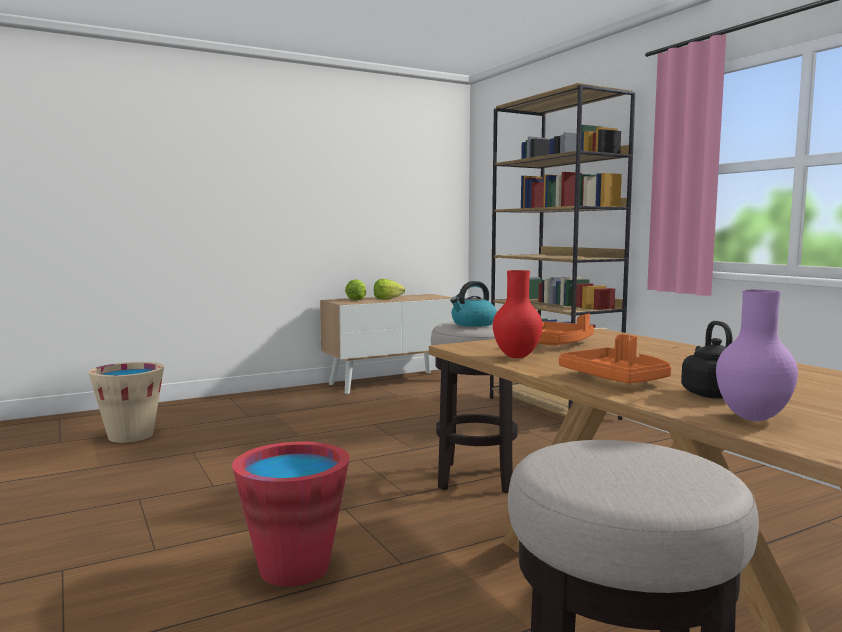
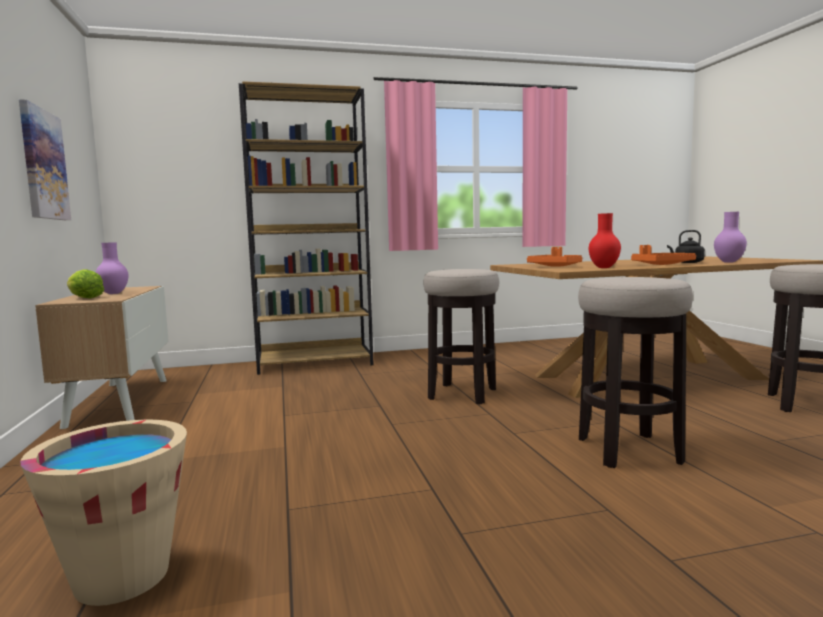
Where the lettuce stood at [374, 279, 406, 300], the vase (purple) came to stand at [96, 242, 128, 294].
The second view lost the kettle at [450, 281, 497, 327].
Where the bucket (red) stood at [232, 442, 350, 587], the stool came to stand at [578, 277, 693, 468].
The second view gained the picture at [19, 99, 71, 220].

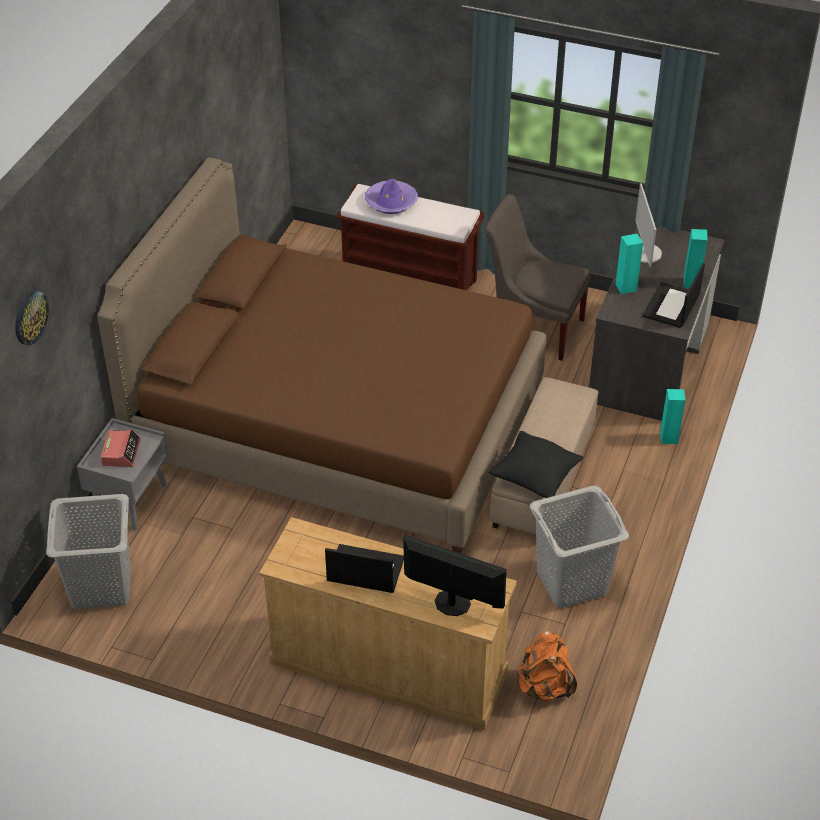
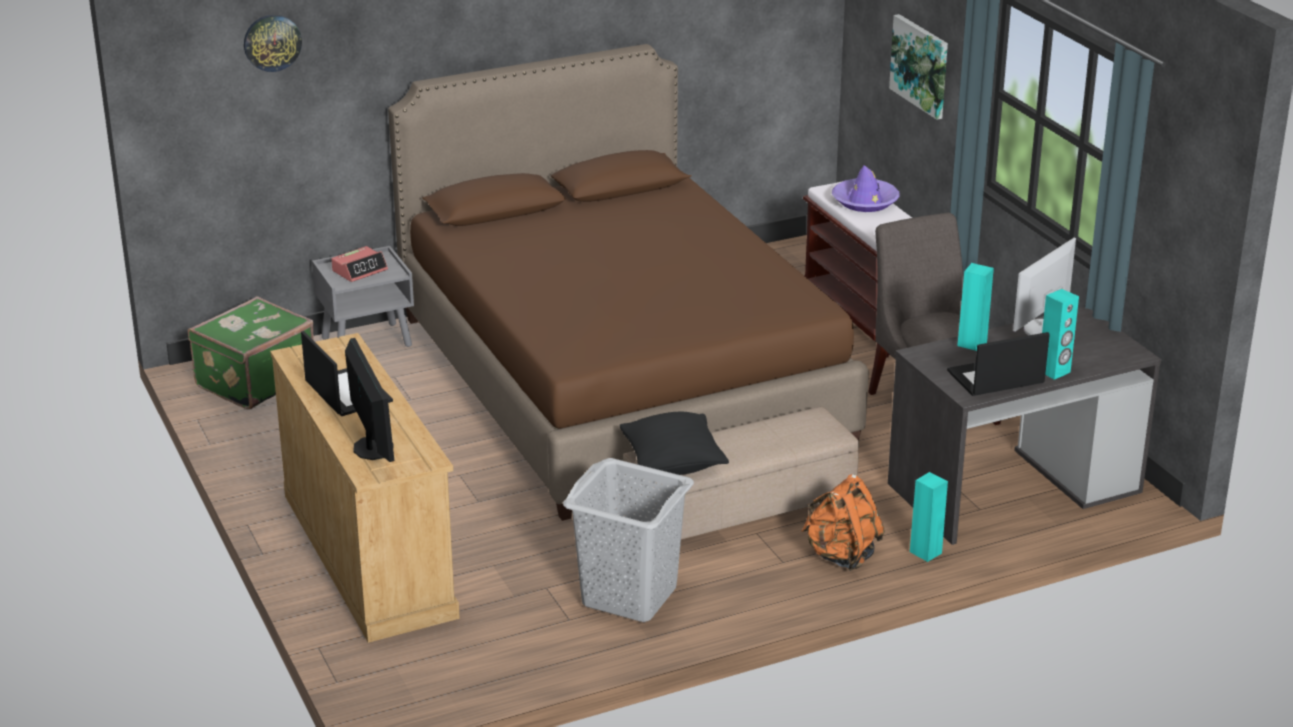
Where the laundry basket (grey) stood at [46, 494, 131, 609], the suitcase (green) came to stand at [188, 296, 314, 410].
The backpack (orange) ended up elsewhere, having gone from [516, 630, 577, 702] to [801, 474, 885, 571].
The second view gained the picture at [889, 14, 948, 120].

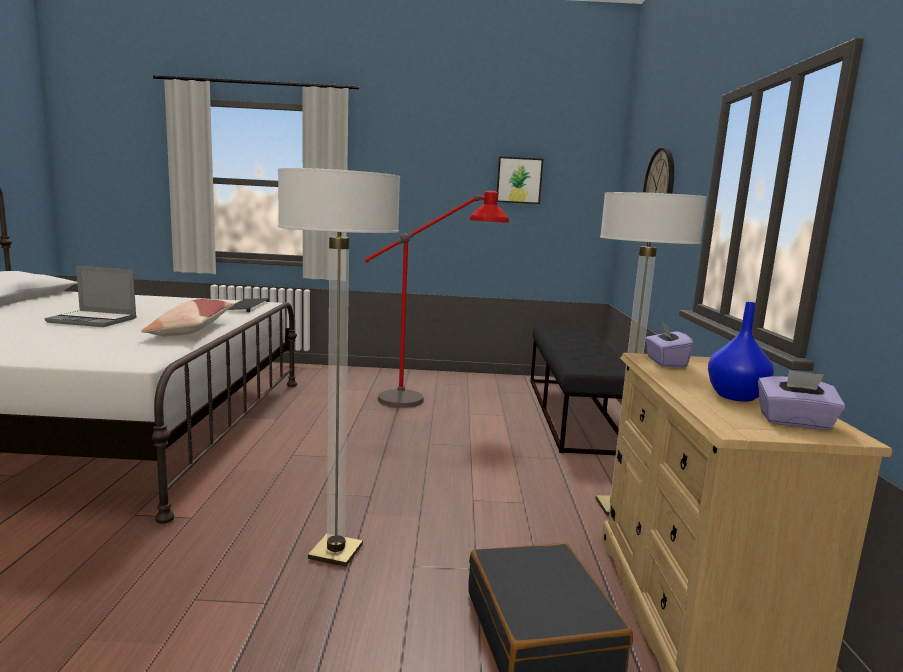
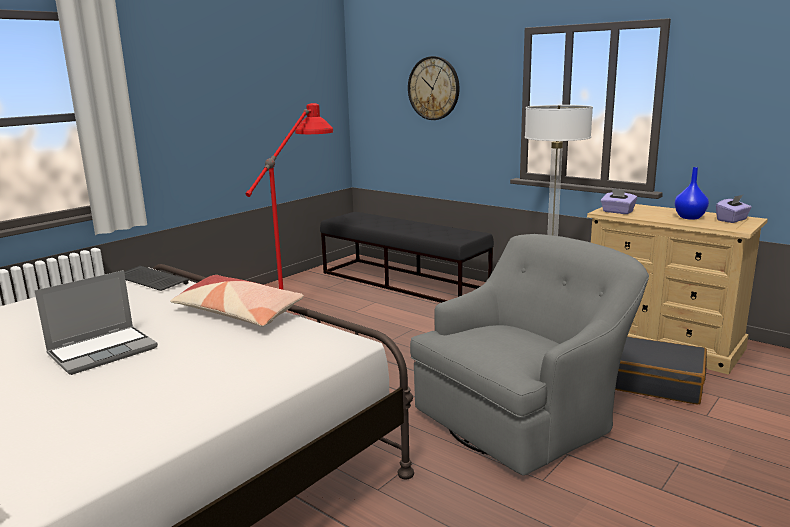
The second view lost the picture at [497, 157, 543, 204].
Where the floor lamp stood at [278, 168, 400, 567], the armchair (grey) came to stand at [410, 234, 649, 476].

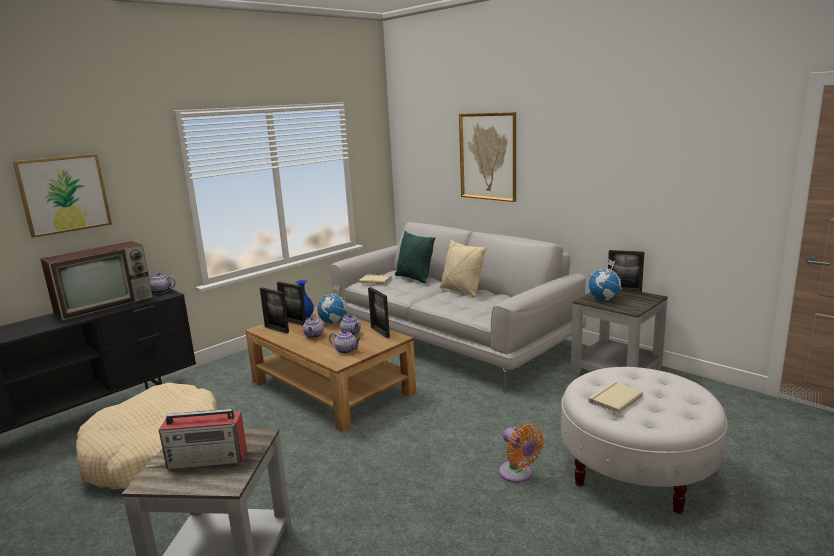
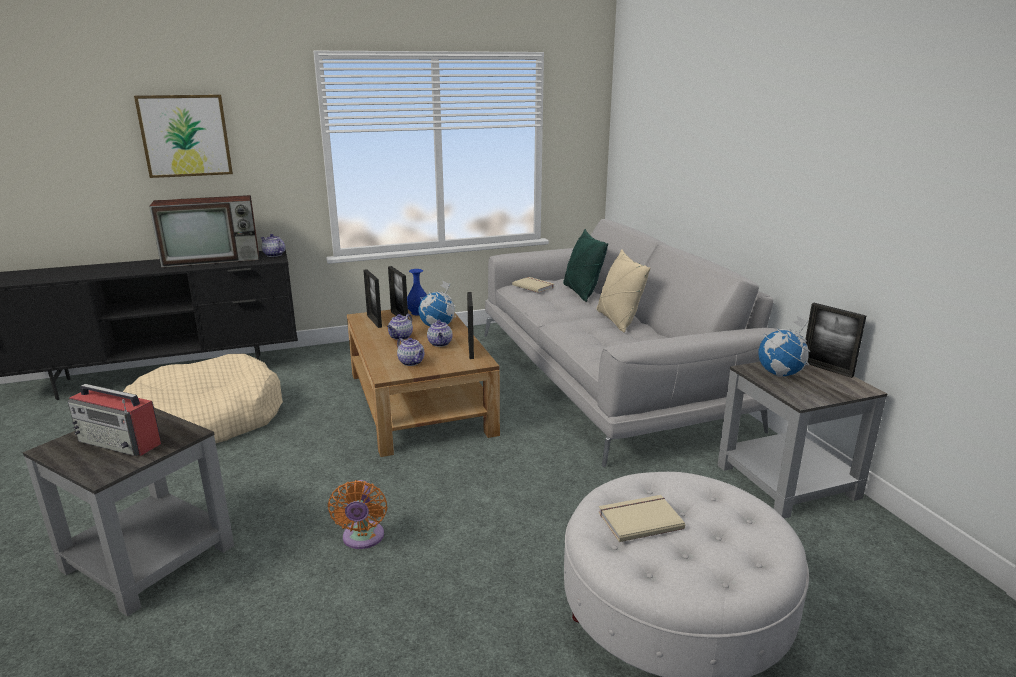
The second view lost the picture at [459, 112, 516, 202].
The fan (orange) ended up elsewhere, having gone from [499, 424, 544, 483] to [328, 480, 387, 549].

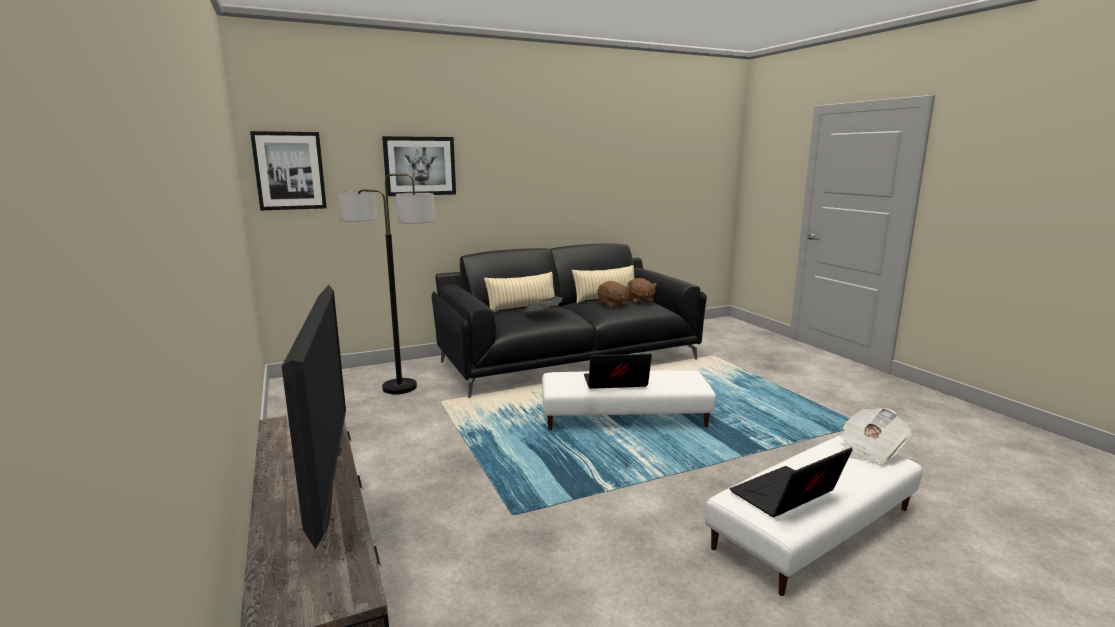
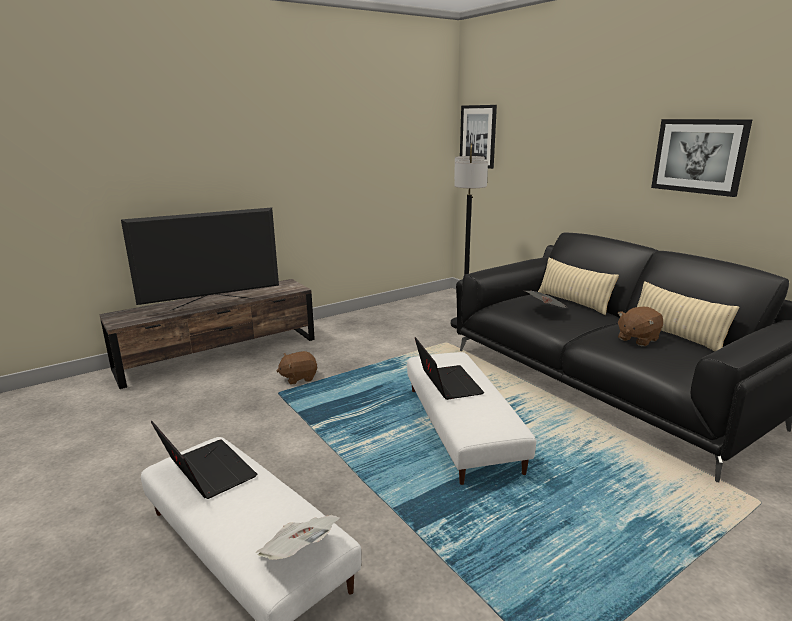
The picture ended up elsewhere, having gone from [382, 136, 456, 196] to [651, 119, 752, 197].
The plush toy (brown) ended up elsewhere, having gone from [628, 278, 657, 304] to [277, 351, 317, 385].

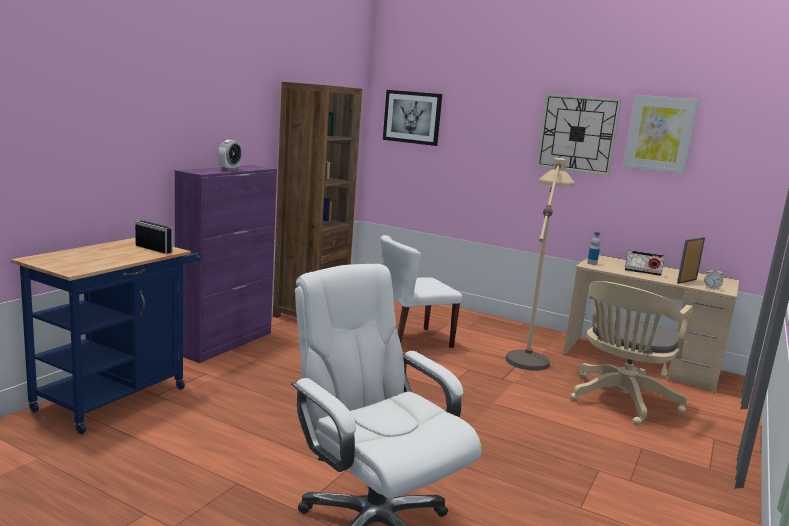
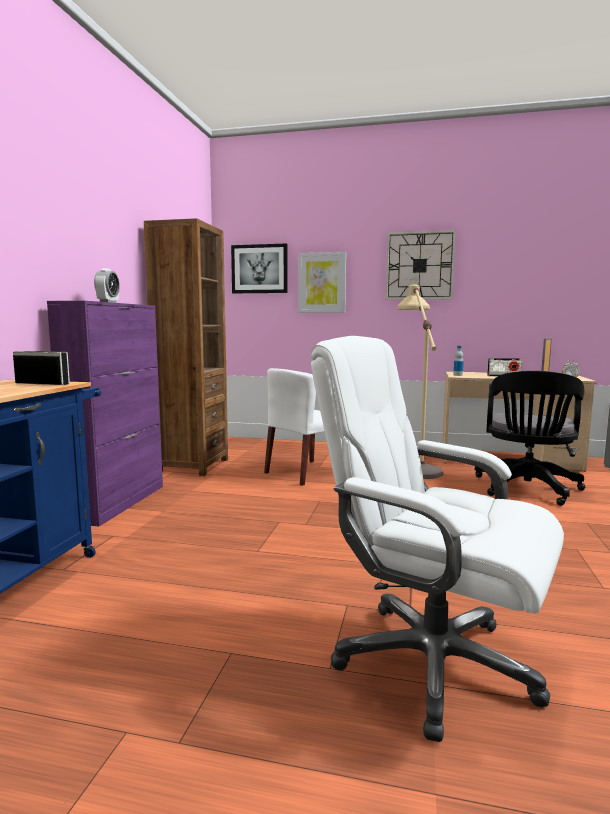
The picture ended up elsewhere, having gone from [623, 95, 699, 174] to [298, 252, 346, 313].
What was the office chair (beige) at [570, 281, 693, 425] turned into the office chair (black) at [475, 371, 585, 506].

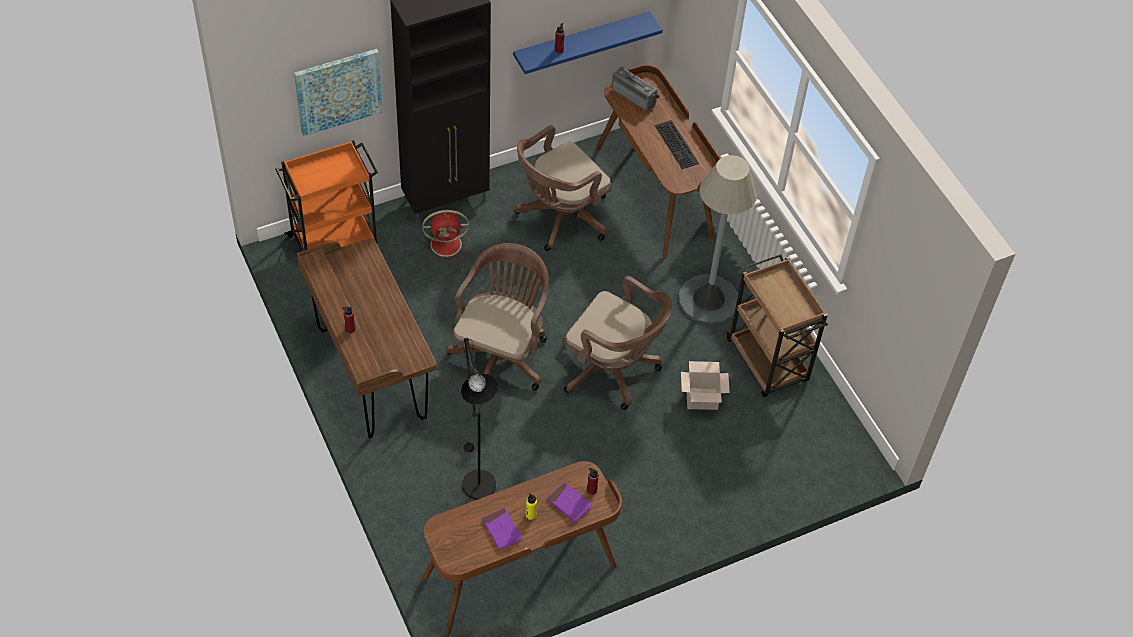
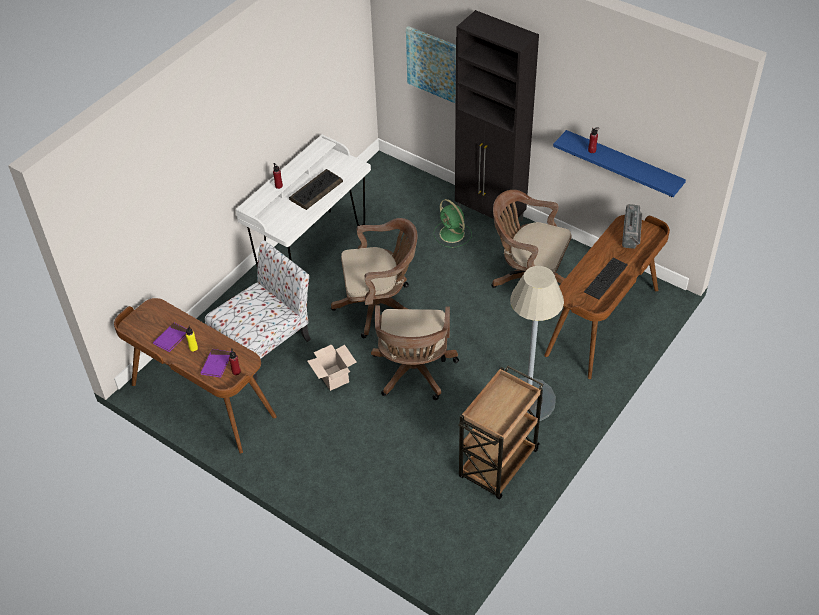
The second view lost the cart (orange) at [275, 140, 378, 252].
What was the fan (red) at [422, 210, 470, 262] turned into the fan (green) at [434, 199, 472, 248].
What was the desk (brown) at [297, 238, 436, 438] turned into the desk (white) at [236, 134, 371, 269].
Where the floor lamp (black) stood at [459, 338, 498, 500], the chair came to stand at [205, 240, 311, 381].
The cardboard box ended up elsewhere, having gone from [681, 361, 730, 410] to [307, 344, 356, 391].
The second view gained the keyboard at [289, 169, 343, 210].

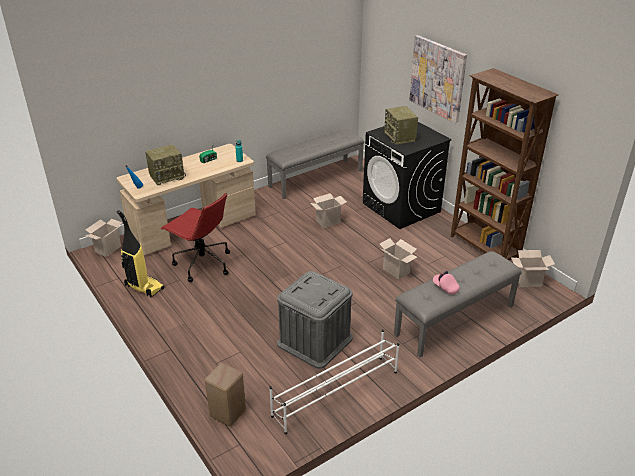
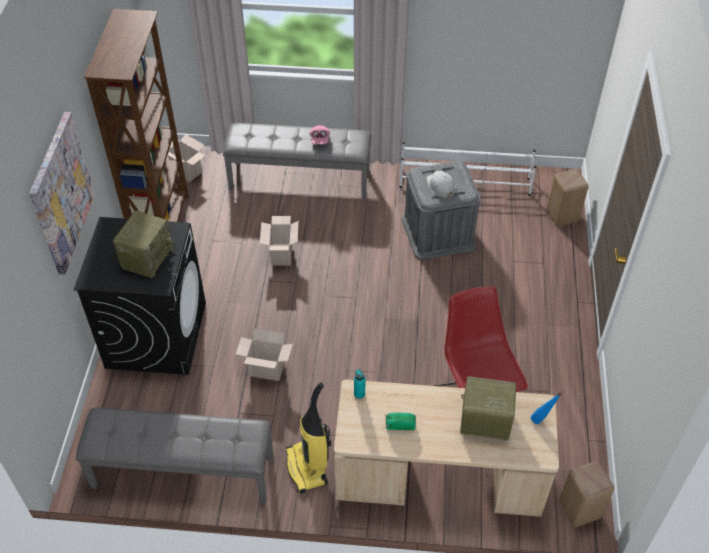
The vacuum cleaner ended up elsewhere, having gone from [117, 210, 164, 298] to [286, 382, 331, 493].
Where the cardboard box stood at [85, 219, 122, 257], the stool (beige) came to stand at [559, 461, 614, 527].
The second view gained the hard hat (white) at [427, 171, 456, 198].

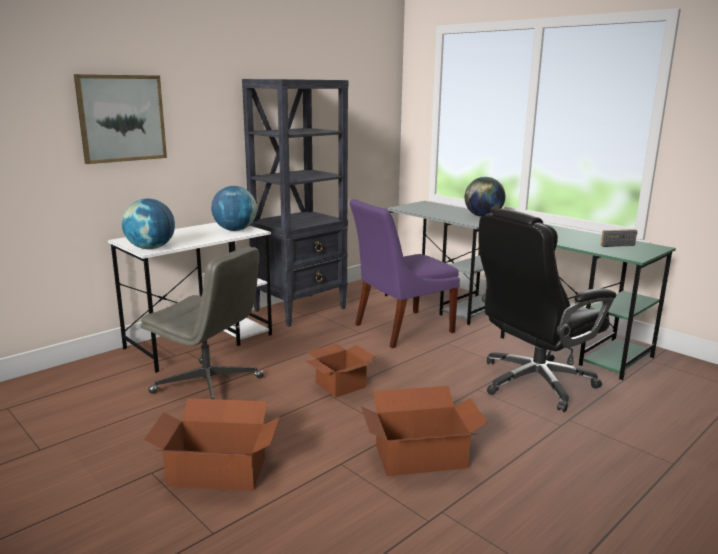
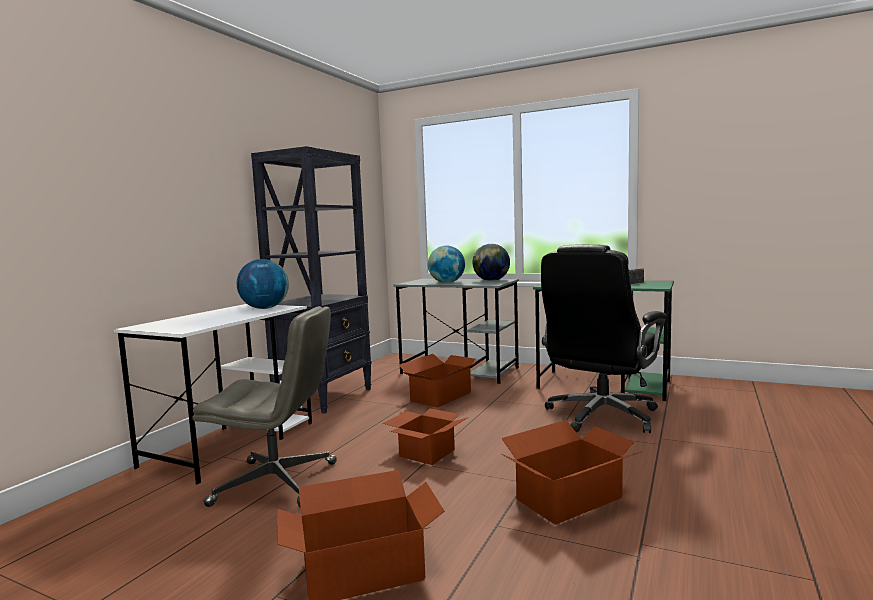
The second view lost the picture at [74, 74, 167, 164].
The globe ended up elsewhere, having gone from [122, 199, 175, 249] to [428, 246, 465, 283].
Where the chair (purple) stood at [350, 199, 460, 348], the cardboard box came to stand at [398, 354, 481, 408].

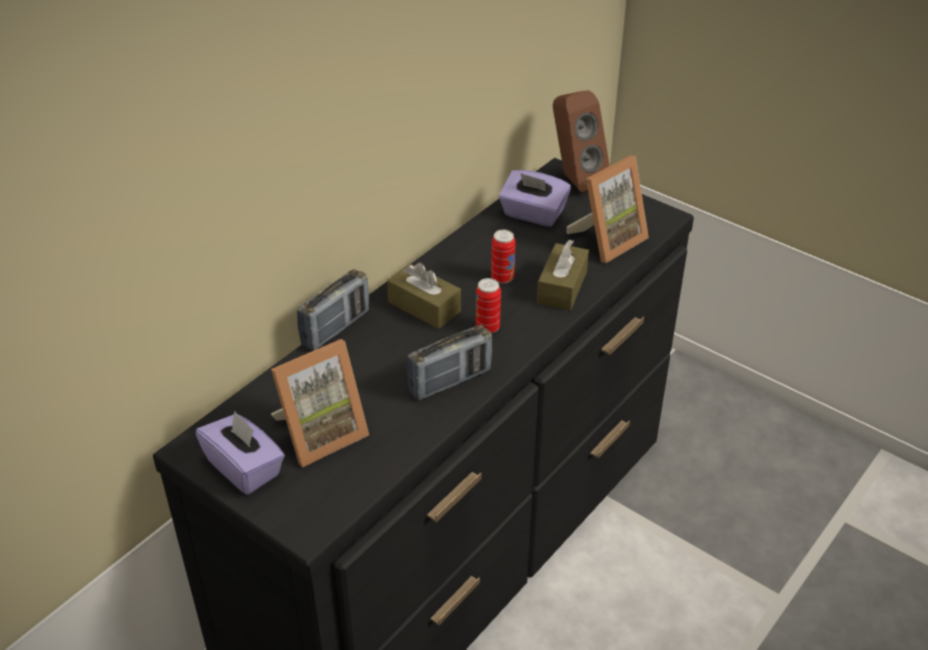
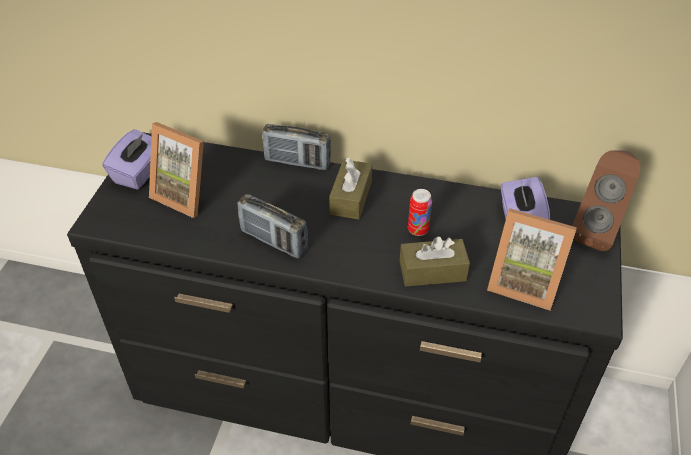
The second view lost the can at [476, 278, 501, 333].

